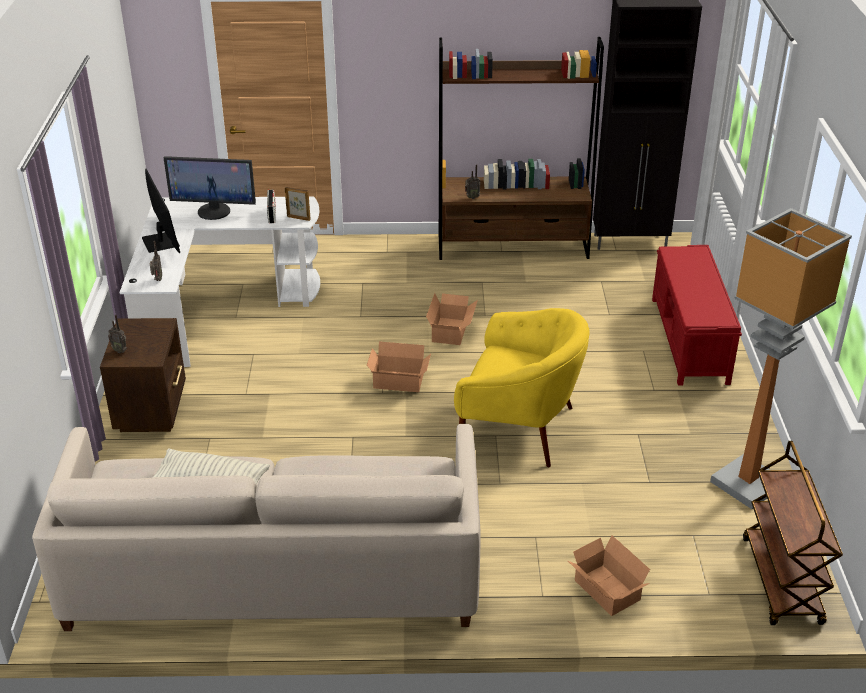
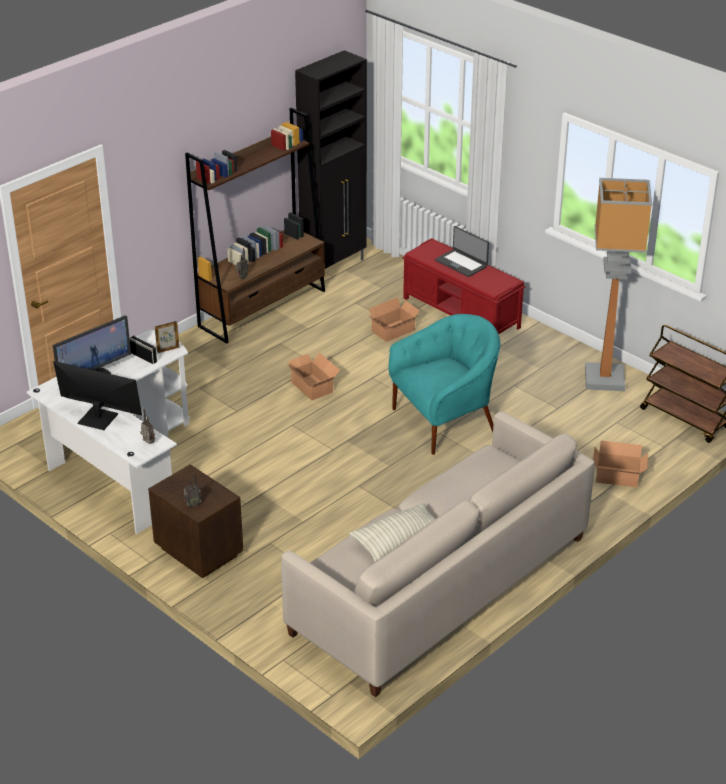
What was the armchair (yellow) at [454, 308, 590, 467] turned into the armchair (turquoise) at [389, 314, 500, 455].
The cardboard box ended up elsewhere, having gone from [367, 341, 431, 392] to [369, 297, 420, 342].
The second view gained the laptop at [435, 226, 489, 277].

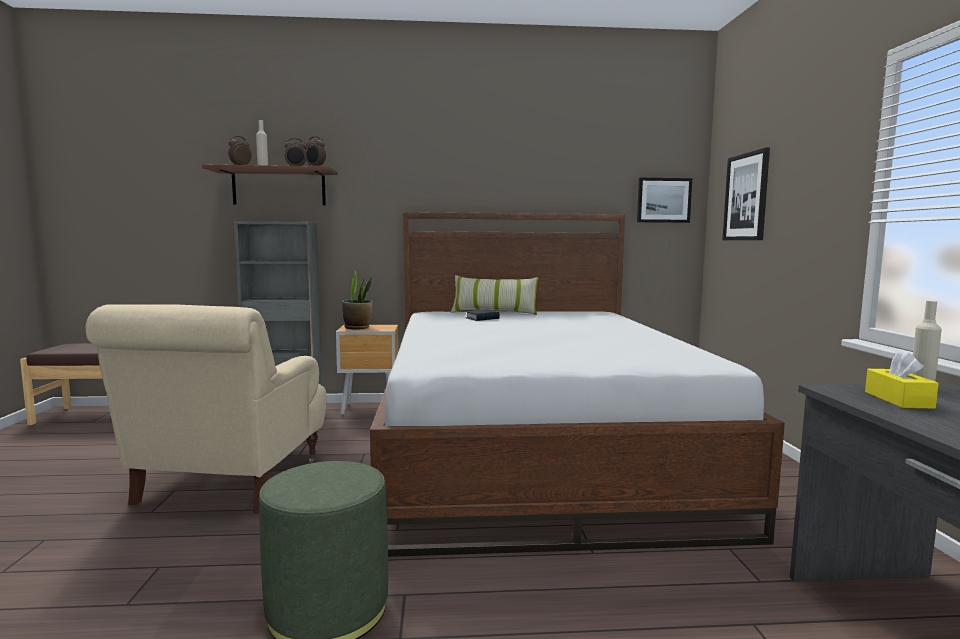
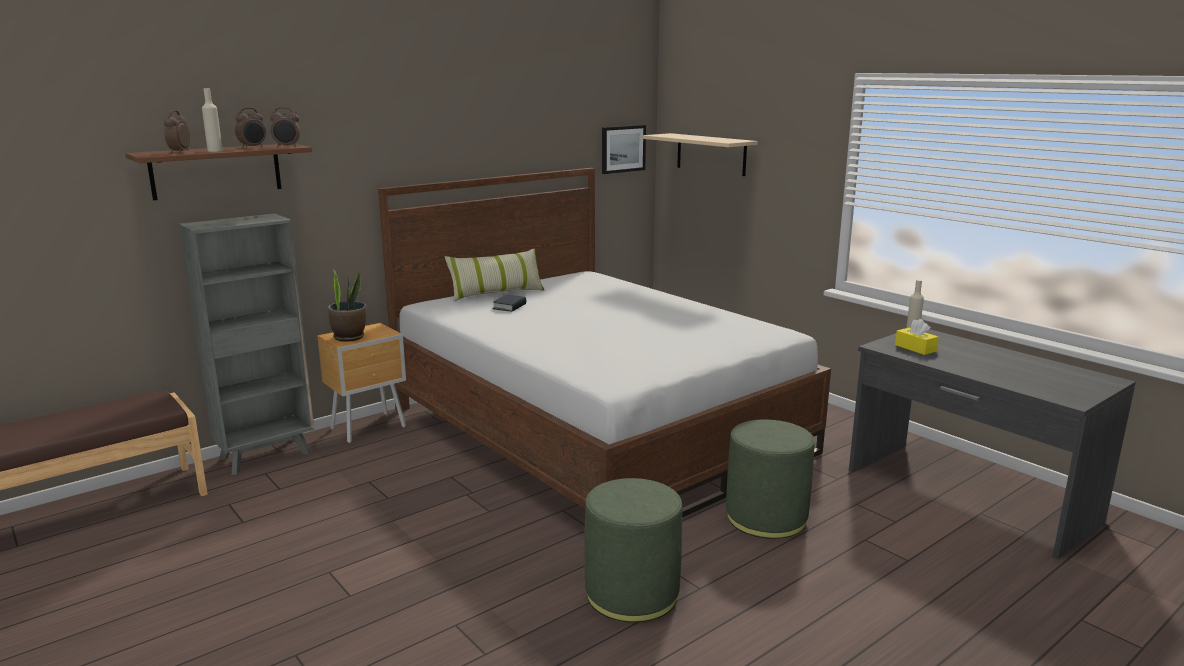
Where the picture hung at [723, 147, 770, 240], the shelf (beige) came to hang at [642, 133, 758, 176].
The second view lost the armchair (beige) at [86, 304, 327, 514].
The second view gained the ottoman (green) at [726, 419, 815, 539].

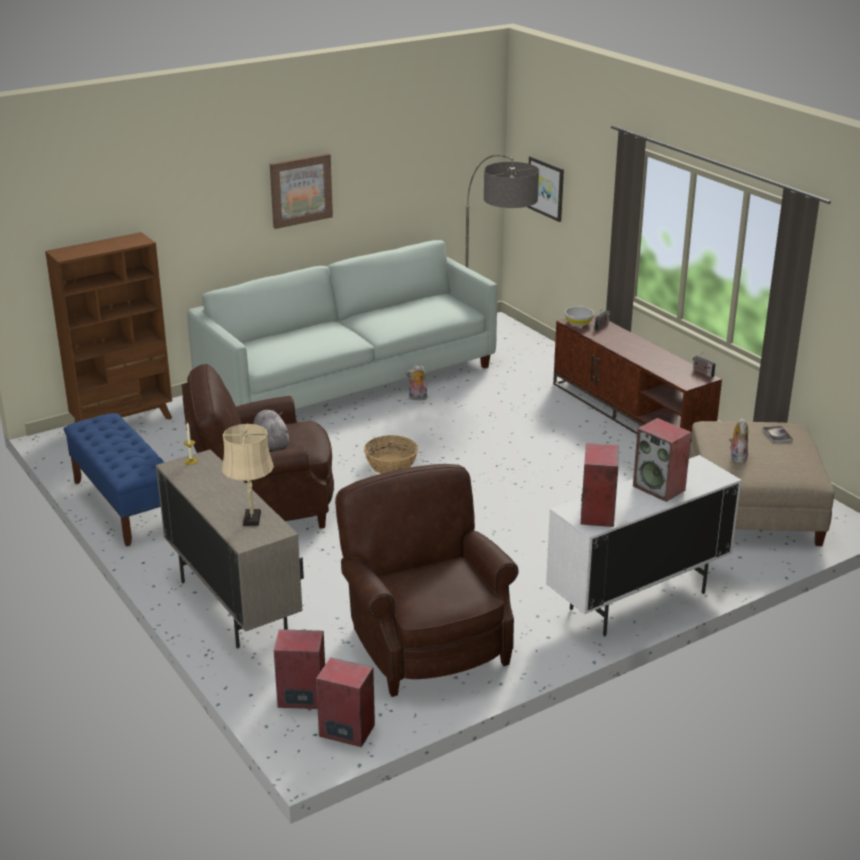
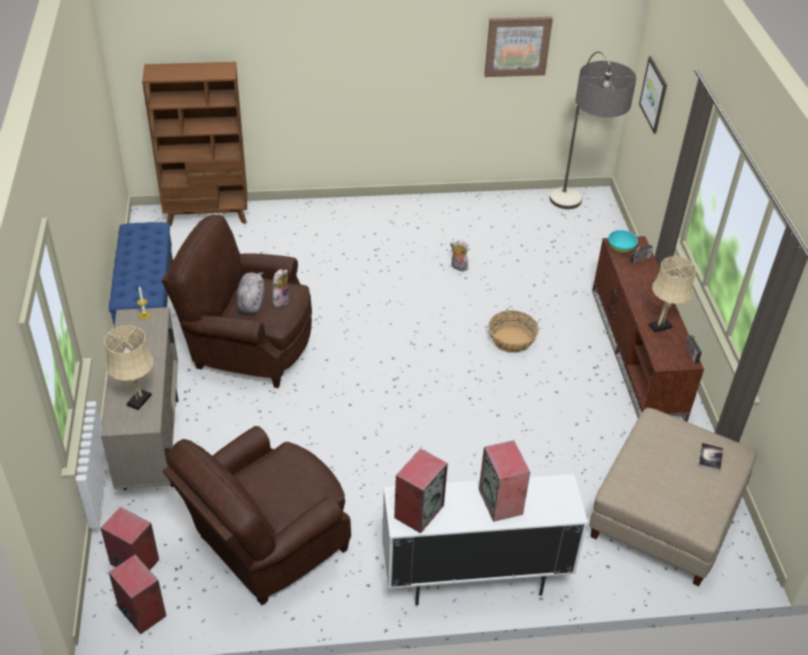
The picture ended up elsewhere, having gone from [270, 153, 333, 229] to [484, 17, 553, 77].
The second view lost the sofa (white) at [187, 240, 497, 409].
What was the bowl (white) at [565, 307, 594, 326] turned into the bowl (turquoise) at [608, 230, 638, 254].
The plush toy ended up elsewhere, having gone from [729, 418, 748, 464] to [272, 269, 290, 307].
The basket ended up elsewhere, having gone from [364, 435, 418, 474] to [489, 310, 539, 353].
The armchair (brown) at [335, 464, 518, 697] ended up facing another way, 135 degrees counterclockwise from before.
The second view gained the table lamp (beige) at [649, 256, 696, 333].

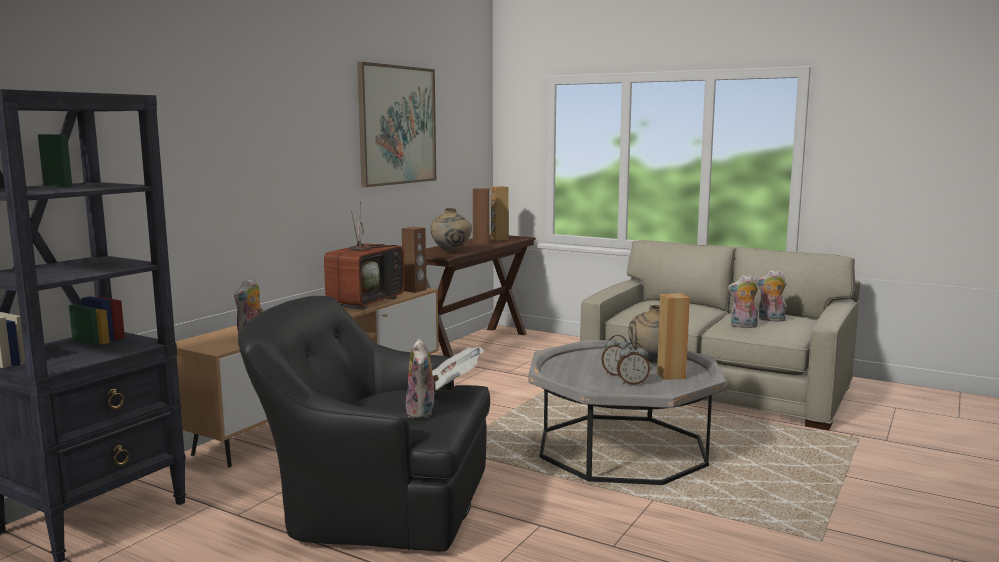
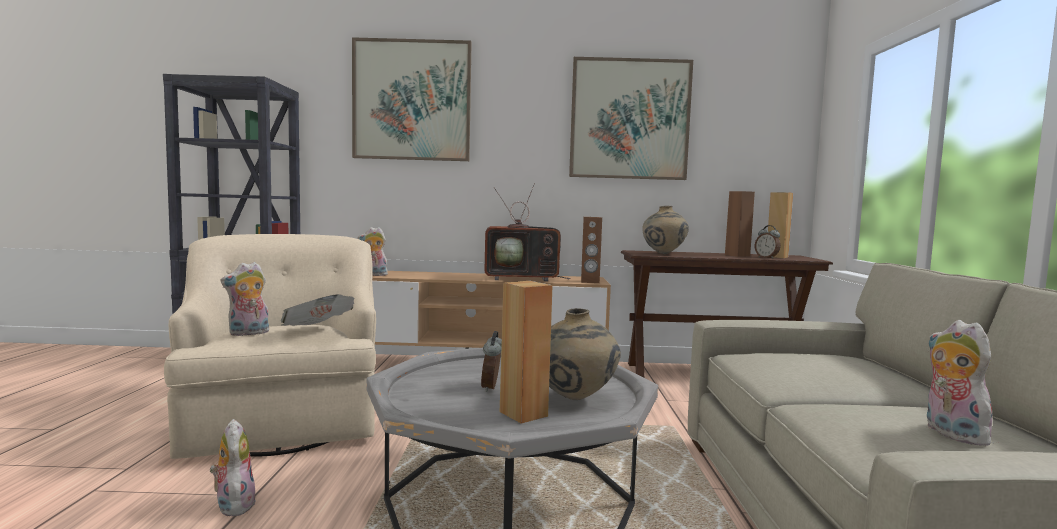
The plush toy ended up elsewhere, having gone from [728, 275, 758, 328] to [210, 419, 256, 516].
What was the armchair (black) at [238, 296, 490, 552] turned into the armchair (beige) at [164, 234, 376, 459].
The alarm clock ended up elsewhere, having gone from [617, 342, 650, 385] to [755, 225, 781, 259].
The second view gained the picture at [352, 37, 472, 161].

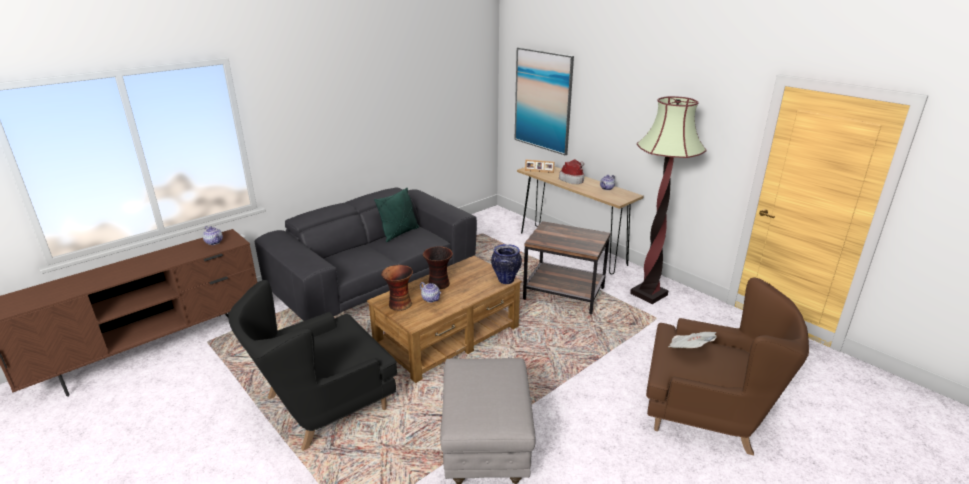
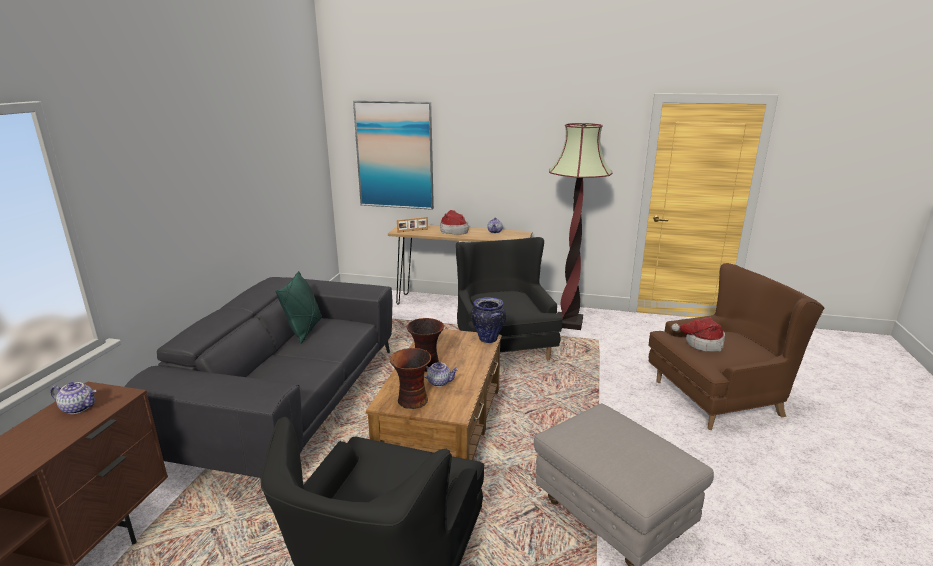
Where the side table (brown) stood at [523, 221, 611, 315], the armchair (black) came to stand at [456, 237, 563, 360].
Where the newspaper stood at [668, 332, 717, 348], the hat came to stand at [672, 318, 725, 352].

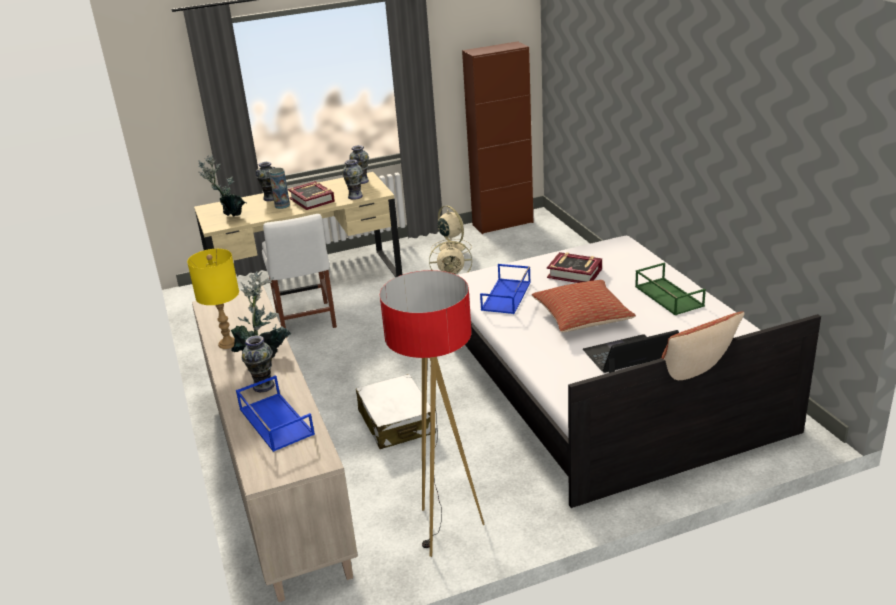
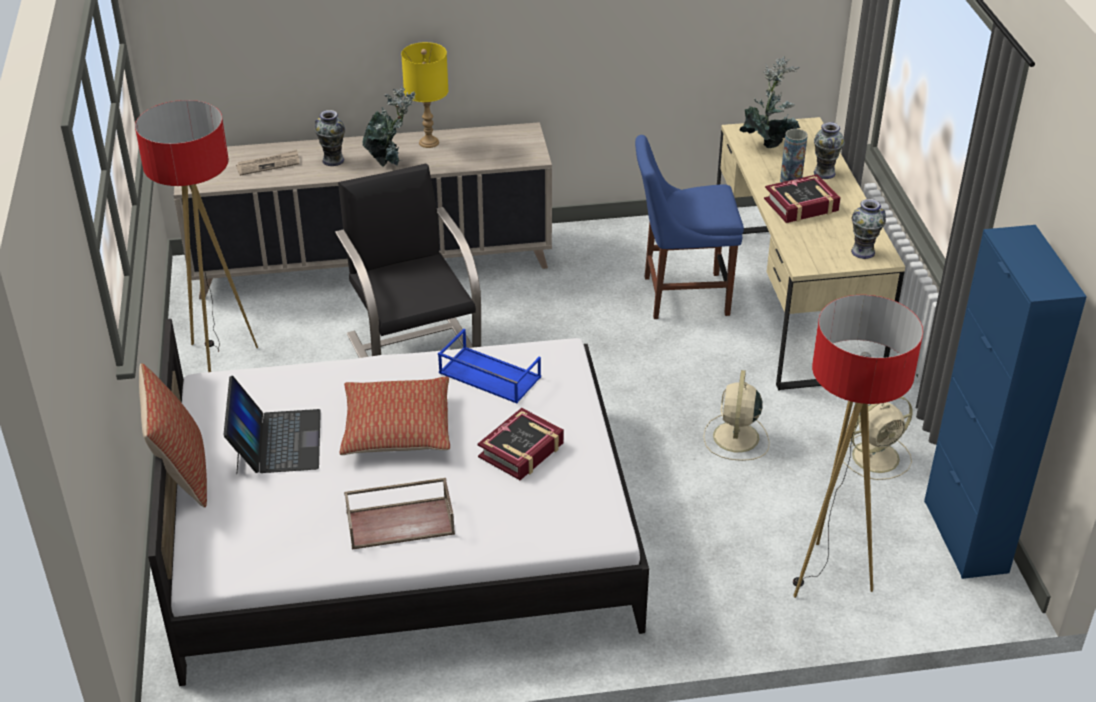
What was the cabinet (brown) at [462, 41, 533, 234] turned into the cabinet (blue) at [924, 225, 1087, 579].
The second view lost the vase at [342, 159, 363, 200].
What was the chair (white) at [262, 214, 337, 338] turned into the chair (blue) at [635, 135, 744, 319].
What was the tray (green) at [635, 263, 706, 315] turned into the tray (brown) at [344, 478, 455, 549].
Where the suitcase (white) stood at [356, 374, 436, 449], the armchair (black) came to stand at [335, 163, 481, 358].
Where the tray (blue) stood at [236, 375, 315, 452], the newspaper came to stand at [236, 150, 299, 176].
The second view gained the floor lamp at [793, 295, 923, 598].

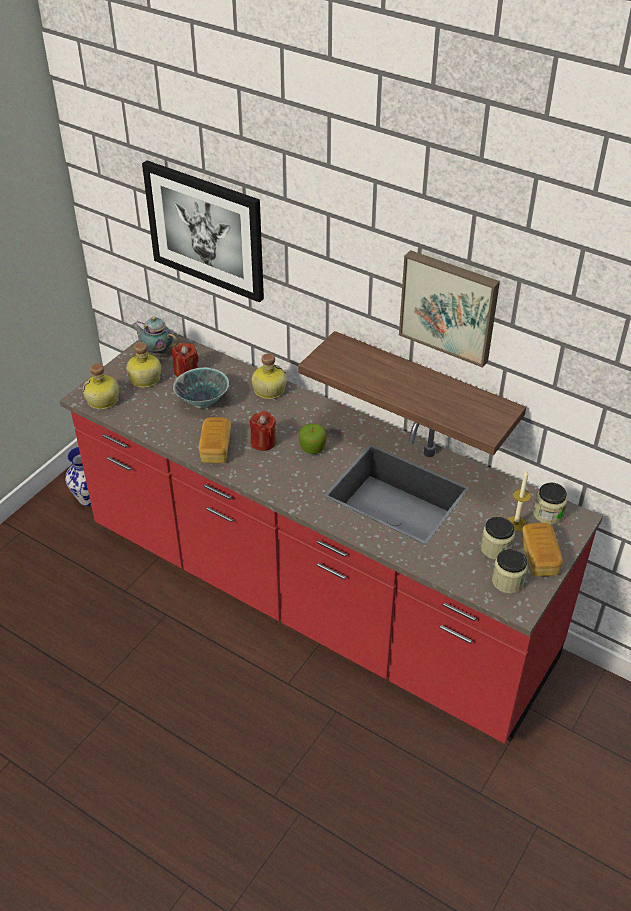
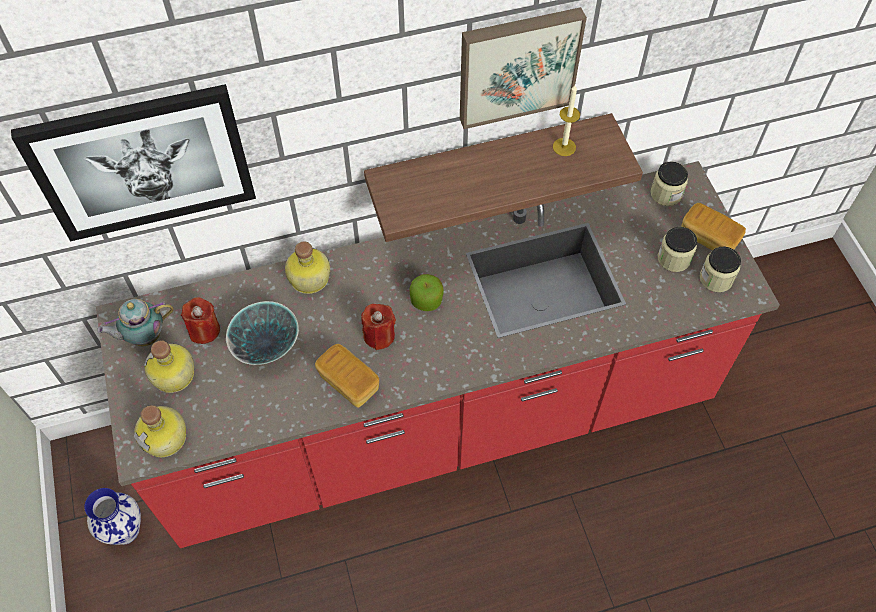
The candle ended up elsewhere, having gone from [508, 471, 531, 531] to [553, 85, 580, 156].

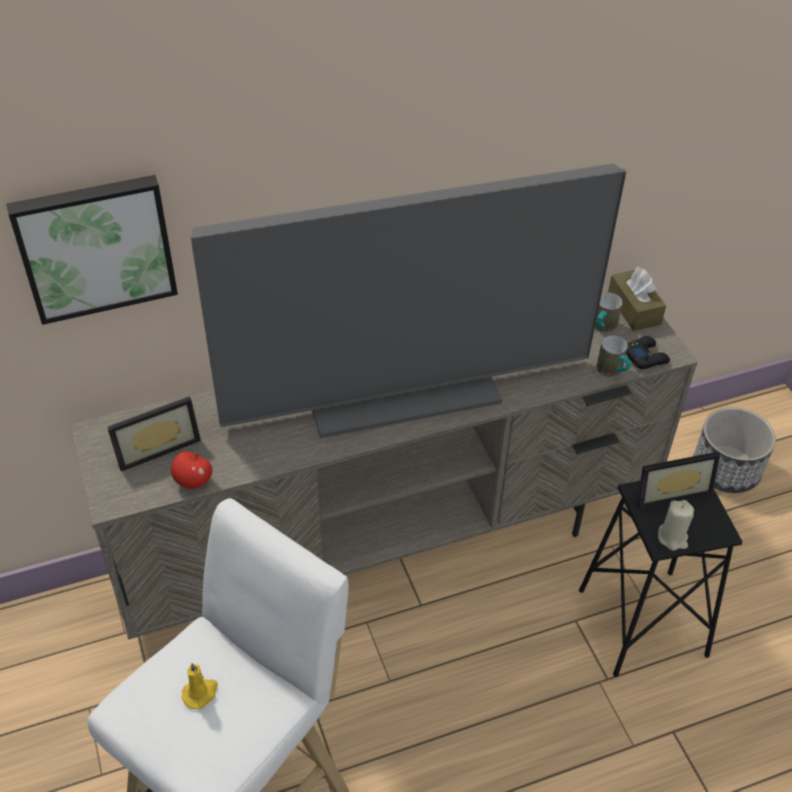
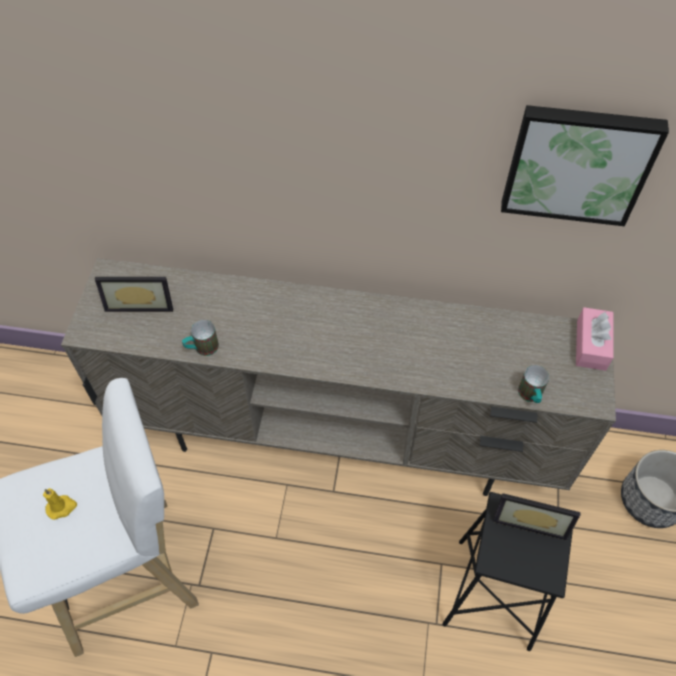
The second view lost the television at [191, 164, 626, 438].
The picture ended up elsewhere, having gone from [7, 175, 178, 325] to [501, 105, 669, 226].
What was the tissue box (brown) at [608, 267, 666, 331] turned into the tissue box (pink) at [576, 307, 614, 371].
The mug ended up elsewhere, having gone from [595, 293, 622, 333] to [182, 320, 219, 356].
The second view lost the game controller (black) at [626, 336, 670, 369].
The second view lost the apple at [171, 451, 212, 489].
The second view lost the candle (beige) at [658, 500, 694, 551].

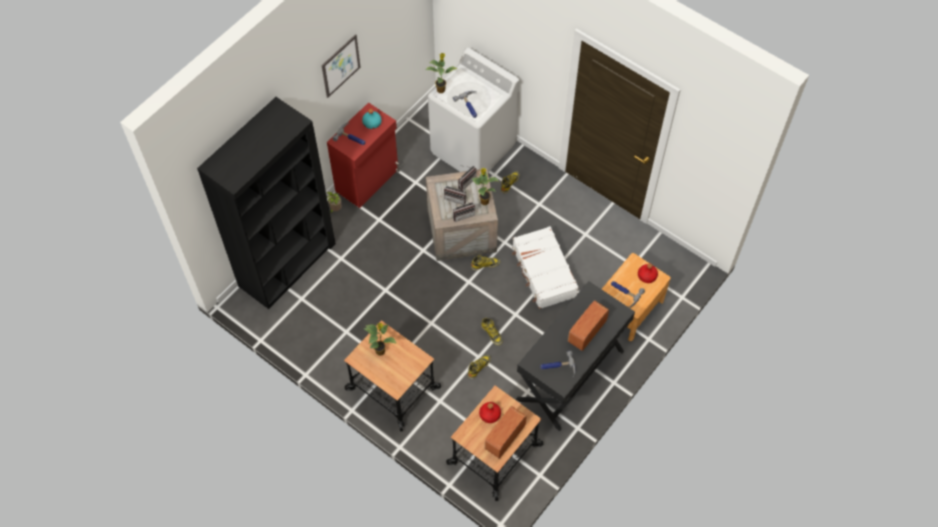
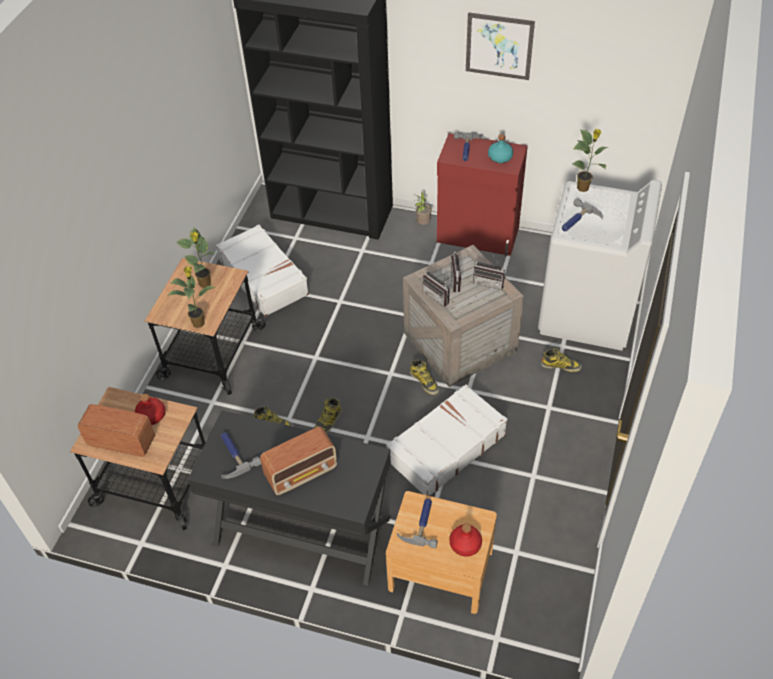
The potted plant ended up elsewhere, having gone from [471, 168, 500, 205] to [167, 266, 215, 328].
The radio at [568, 300, 609, 351] ended up facing another way, 135 degrees clockwise from before.
The second view gained the suitcase (white) at [216, 225, 309, 317].

